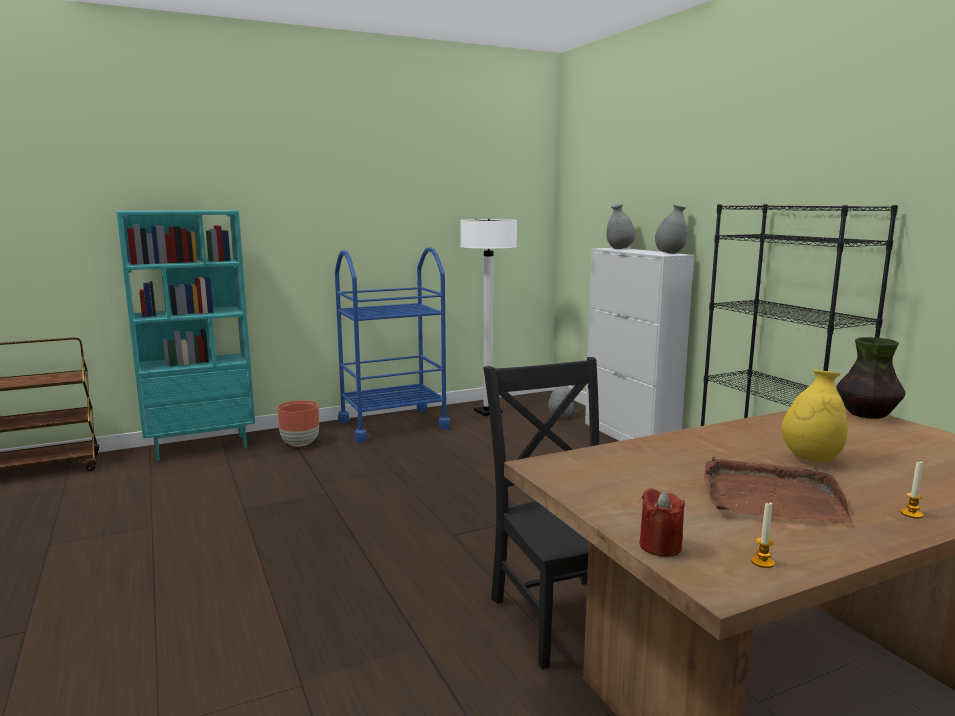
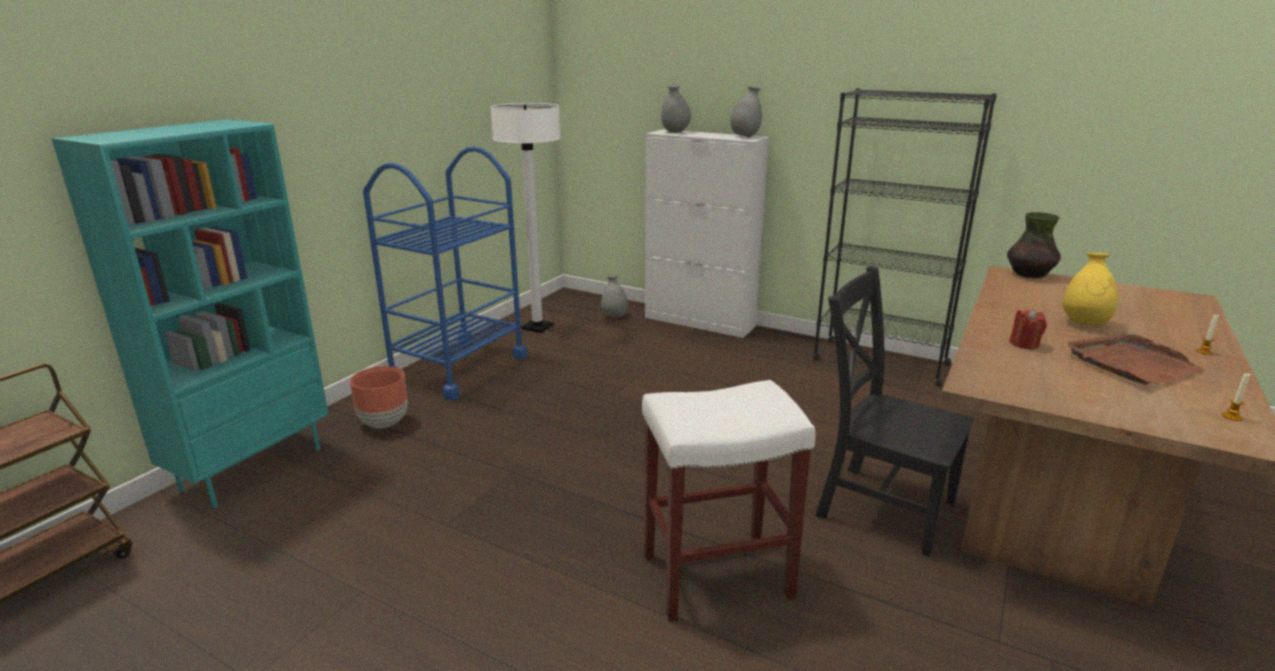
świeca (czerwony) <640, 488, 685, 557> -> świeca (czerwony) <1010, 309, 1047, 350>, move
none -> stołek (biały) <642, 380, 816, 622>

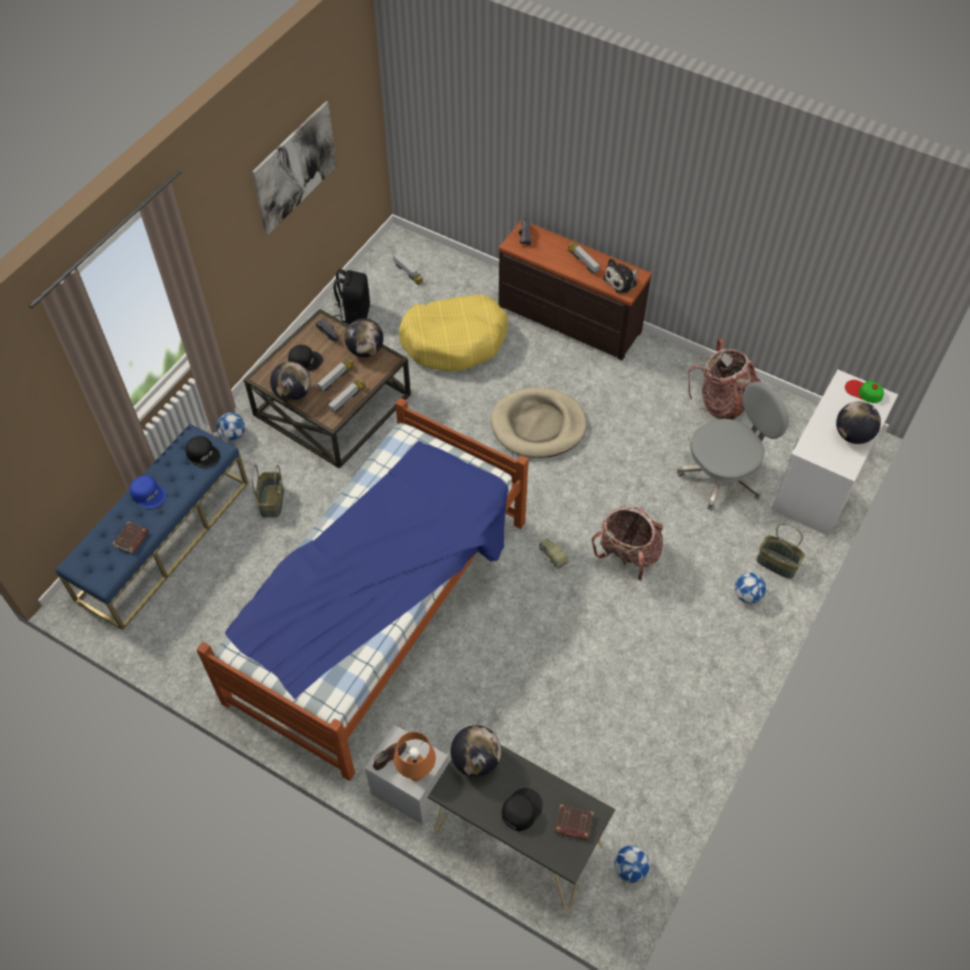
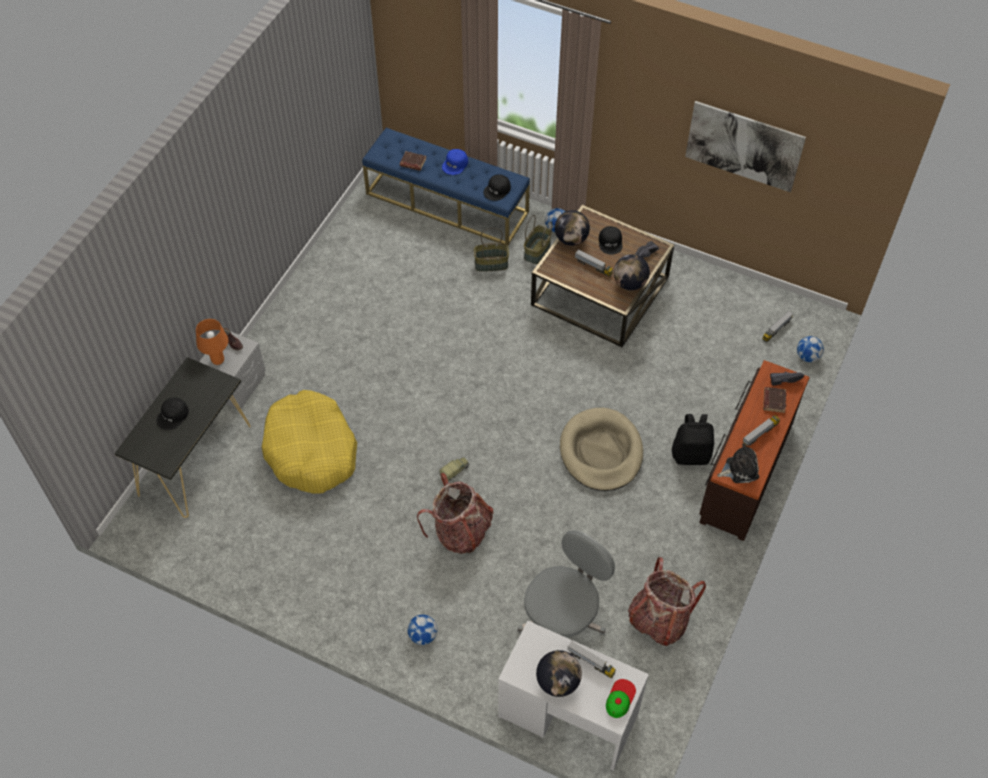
łóżko <196, 398, 529, 781> -> none
ciężarówka zabawkowa <328, 379, 365, 413> -> ciężarówka zabawkowa <567, 641, 616, 678>, move
plecak (czarny) <333, 269, 370, 325> -> plecak (czarny) <672, 414, 714, 465>, move
legowisko (żółty) <399, 294, 508, 372> -> legowisko (żółty) <262, 390, 357, 494>, move
globus <451, 725, 501, 777> -> none
czapka z daszkiem (czarny) <502, 788, 543, 831> -> czapka z daszkiem (czarny) <157, 398, 189, 430>, 90 degrees clockwise
książka (brązowy) <555, 804, 594, 841> -> książka (brązowy) <763, 387, 787, 413>, move
pluszak <603, 258, 638, 294> -> pluszak <717, 443, 759, 483>, 120 degrees clockwise
piłka futbolowa <614, 845, 650, 883> -> piłka futbolowa <797, 336, 824, 362>, move
krzesło biurowe (szary) <677, 382, 789, 511> -> krzesło biurowe (szary) <517, 530, 615, 638>, 105 degrees counterclockwise
koszyk <756, 524, 805, 579> -> koszyk <524, 215, 552, 264>, move

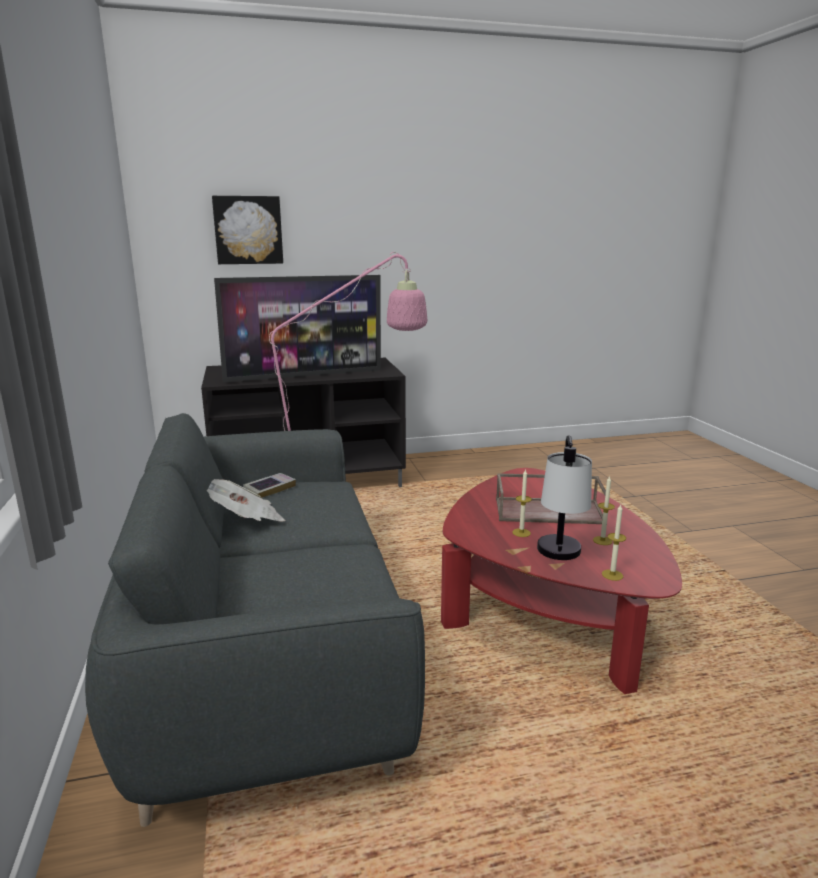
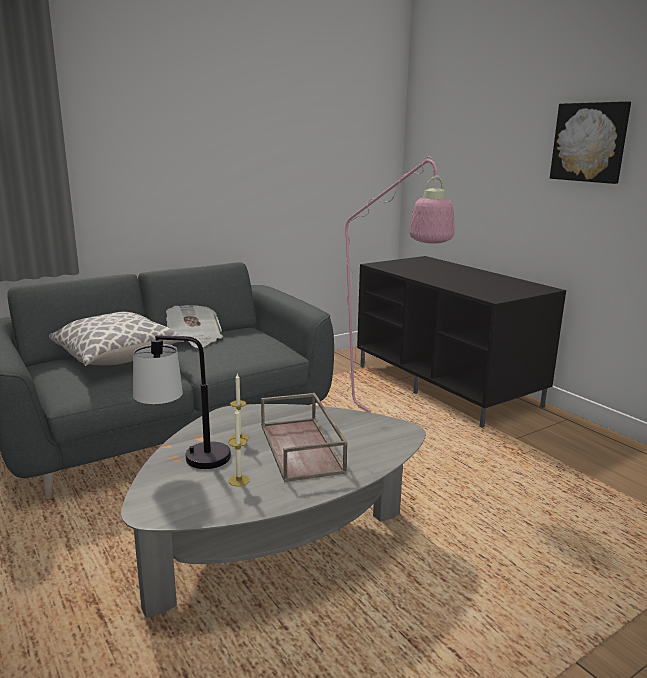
obraz <212, 196, 283, 264> -> obraz <550, 101, 631, 184>, move
telewizor <214, 275, 381, 382> -> none
książka <243, 473, 296, 498> -> none
ława (czerwony) <441, 468, 682, 694> -> ława (szary) <121, 404, 426, 618>
świeca <602, 504, 626, 581> -> none
none -> poduszka <49, 312, 184, 366>

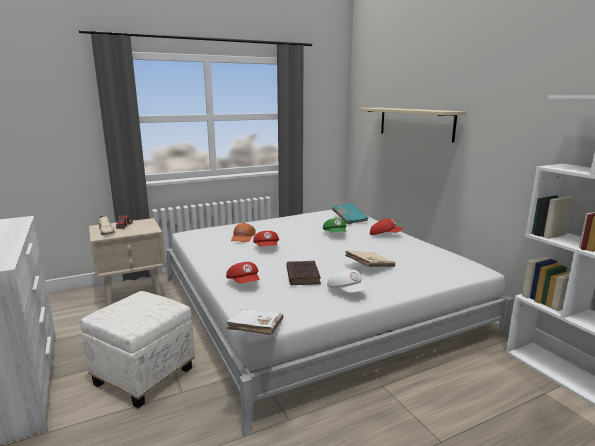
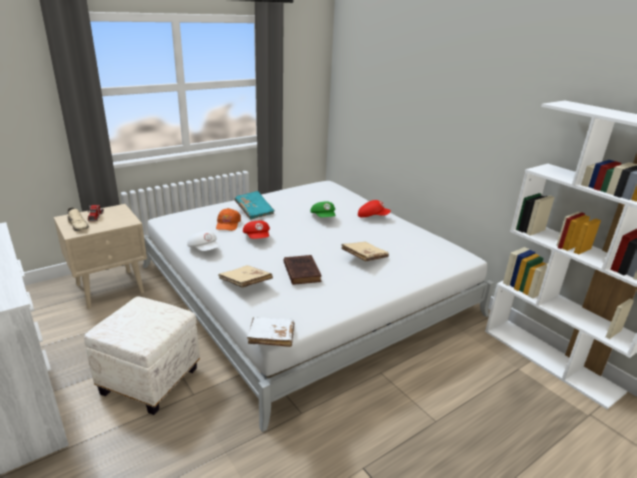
czapka z daszkiem (czerwony) <226, 262, 259, 283> -> książka (beżowy) <218, 265, 273, 288>
czapka z daszkiem (biały) <327, 269, 367, 293> -> czapka z daszkiem (biały) <187, 231, 219, 251>, move
książka (turkusowy) <332, 203, 369, 224> -> książka (turkusowy) <235, 191, 275, 220>, move
półka (beżowy) <358, 108, 467, 143> -> none

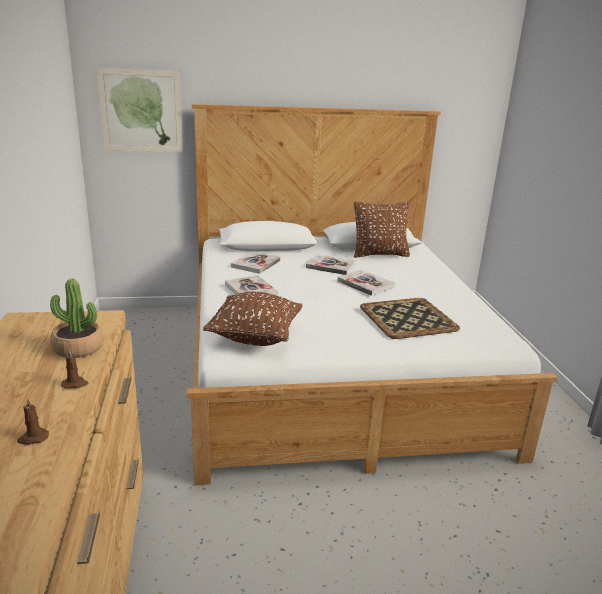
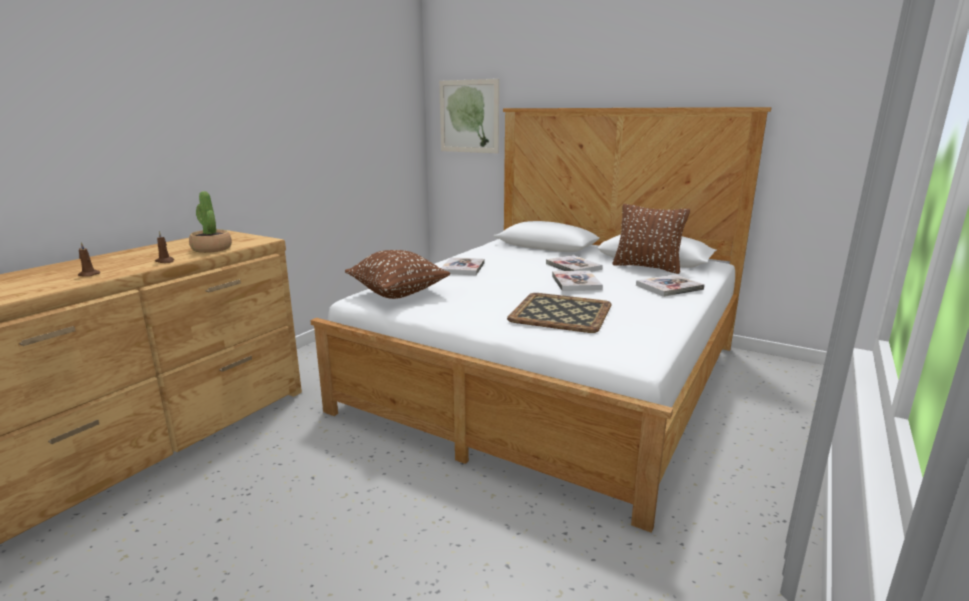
książka <231, 251, 280, 274> -> książka <636, 274, 705, 297>, move

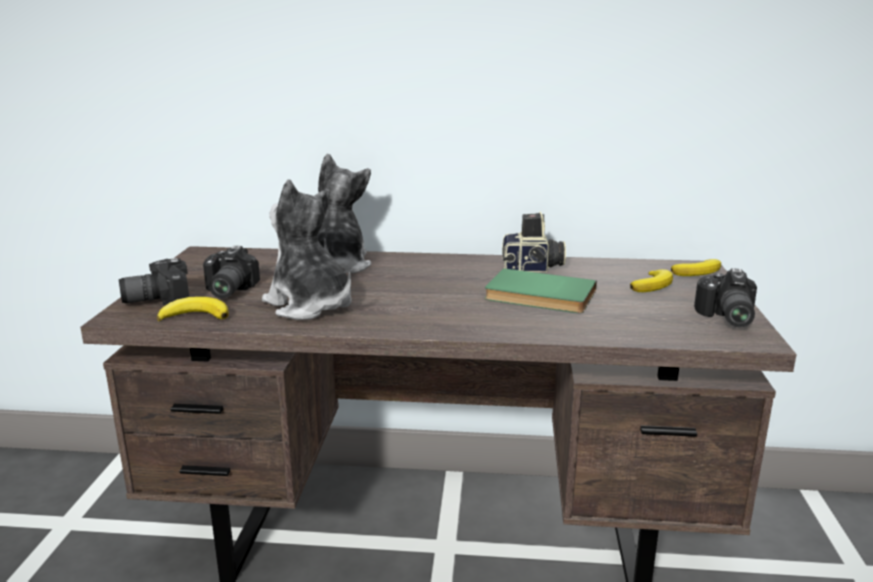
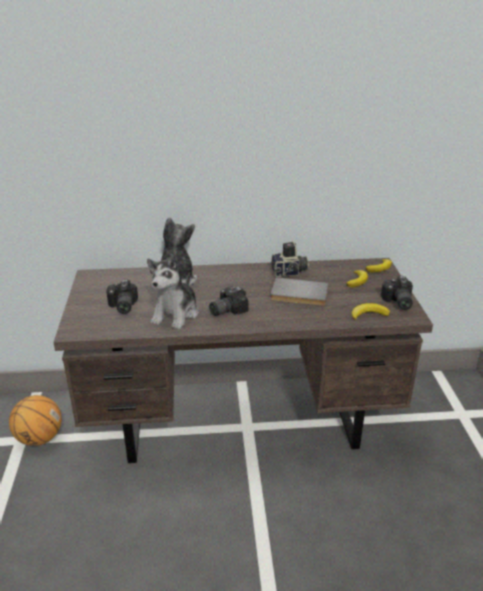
aparat fotograficzny <119, 258, 189, 305> -> aparat fotograficzny <209, 286, 249, 316>, move
banan <157, 297, 229, 321> -> banan <352, 303, 390, 320>, move
pluszak <262, 179, 352, 320> -> pluszak <147, 254, 199, 329>, 105 degrees counterclockwise
książka (zielony) <485, 268, 597, 313> -> książka (szary) <270, 277, 329, 306>
none -> piłka do koszykówki <9, 395, 62, 446>

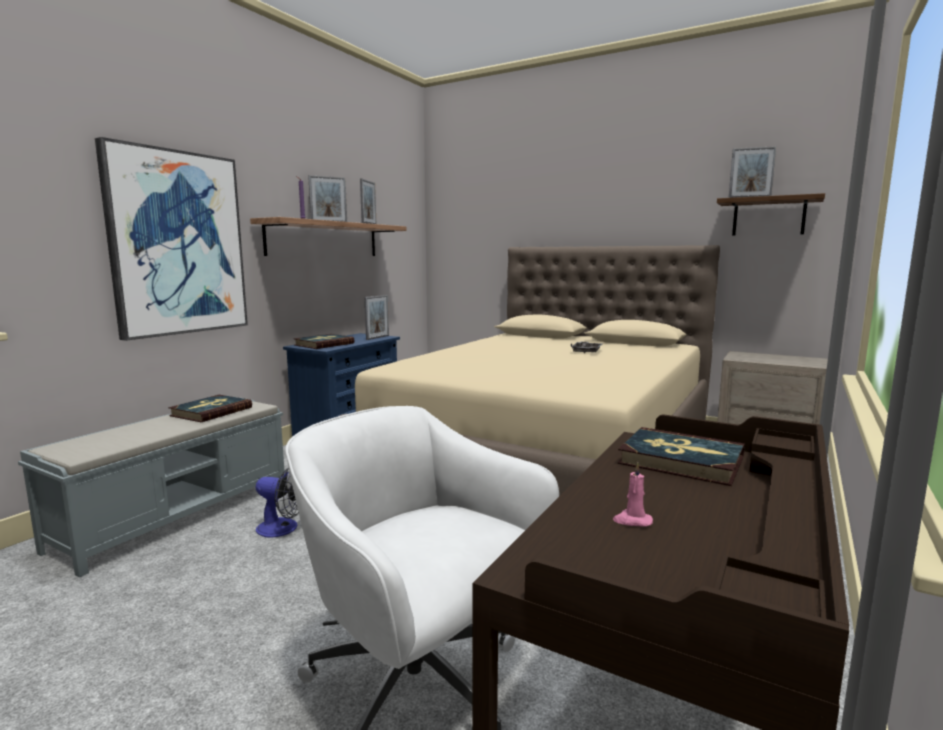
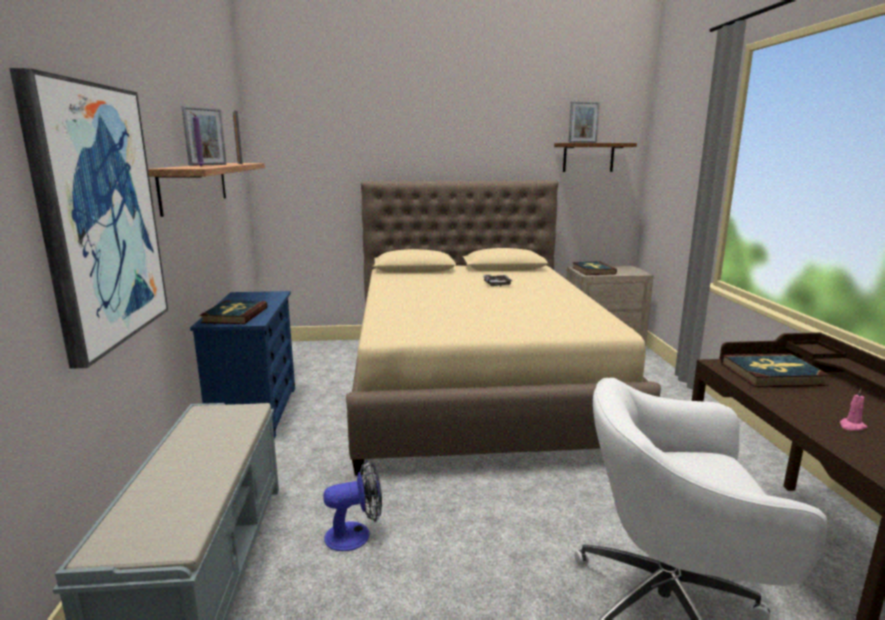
książka <168, 395, 252, 422> -> książka <572, 261, 617, 275>, move
ramka na zdjęcie <365, 295, 389, 340> -> none

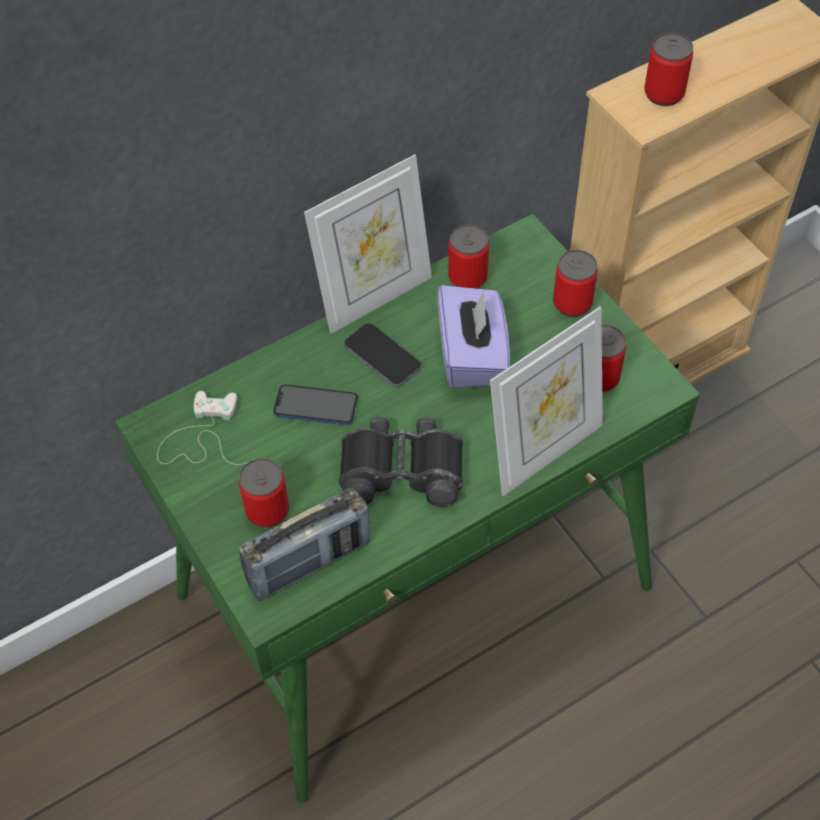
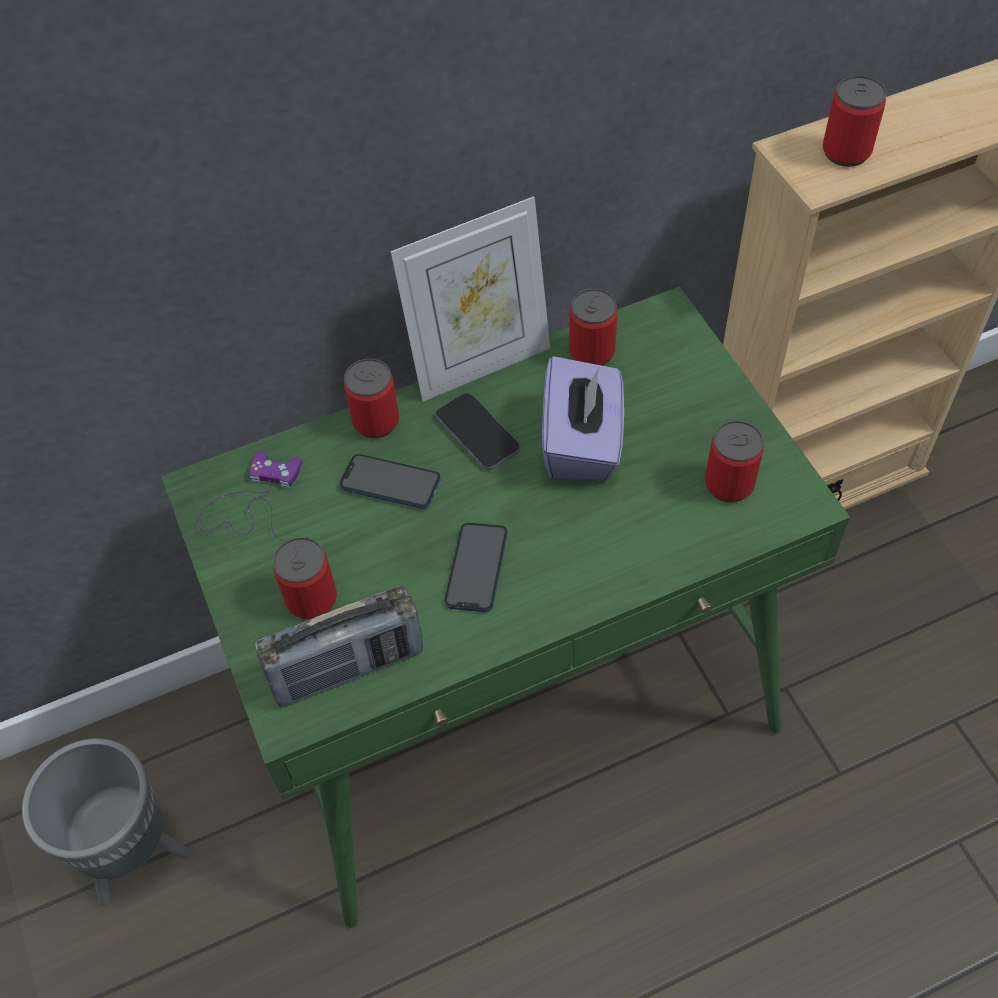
pad do gier (biały) <157, 391, 254, 465> -> pad do gier (fioletowy) <198, 451, 308, 542>
lornetka (czarny) <338, 417, 463, 507> -> telefon <444, 522, 508, 612>
ramka na zdjęcie <490, 307, 603, 496> -> none
puszka <553, 250, 598, 317> -> puszka <344, 359, 399, 438>, move
none -> donica (szary) <22, 738, 191, 907>

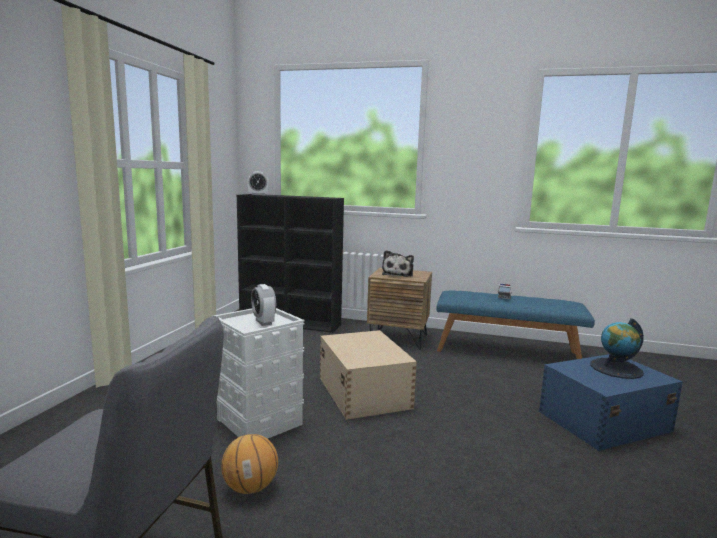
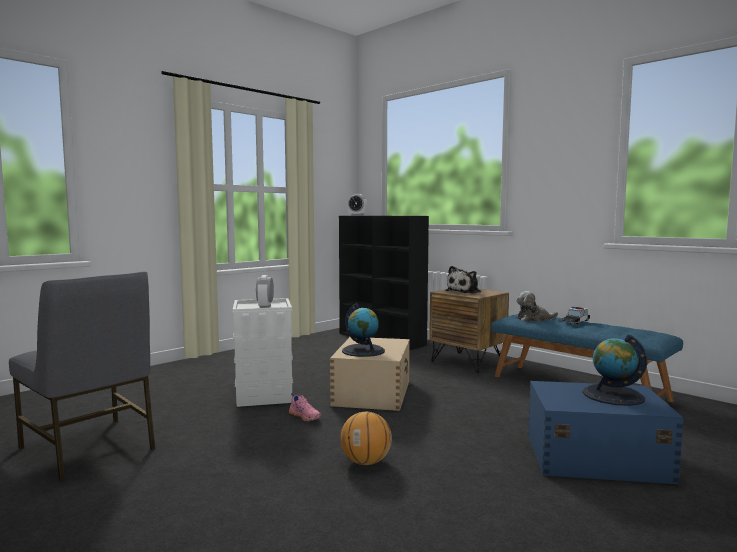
piłka do koszykówki <221, 434, 278, 494> -> piłka do koszykówki <340, 412, 392, 465>, move
none -> but (różowy) <289, 393, 321, 422>
none -> globus <342, 303, 385, 357>
none -> pluszak <516, 291, 558, 322>

